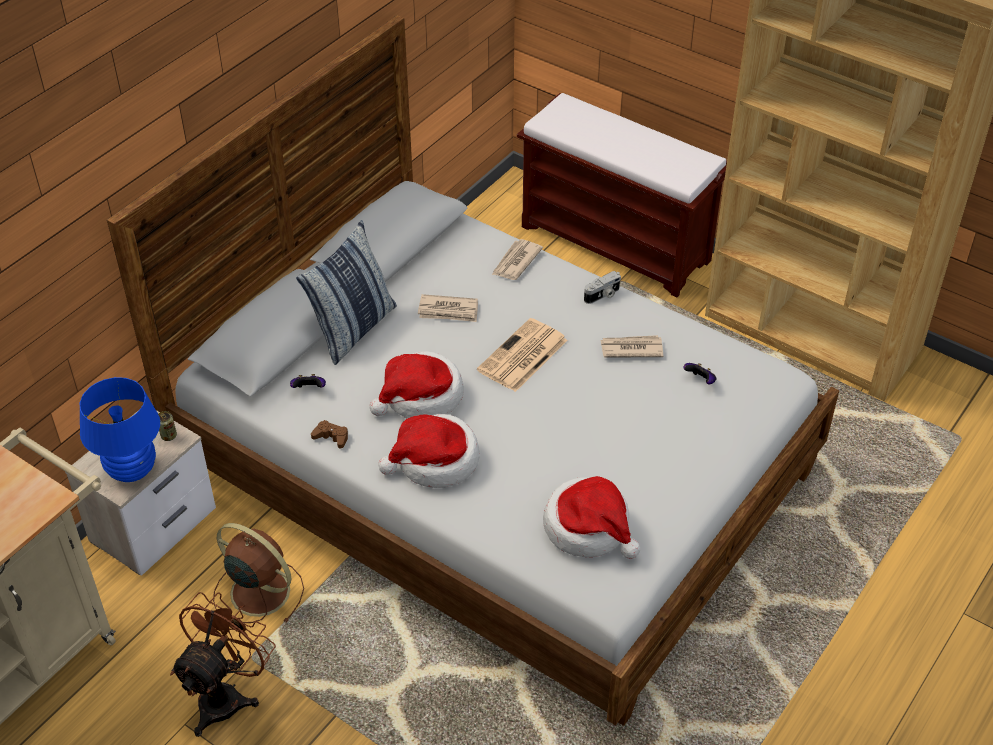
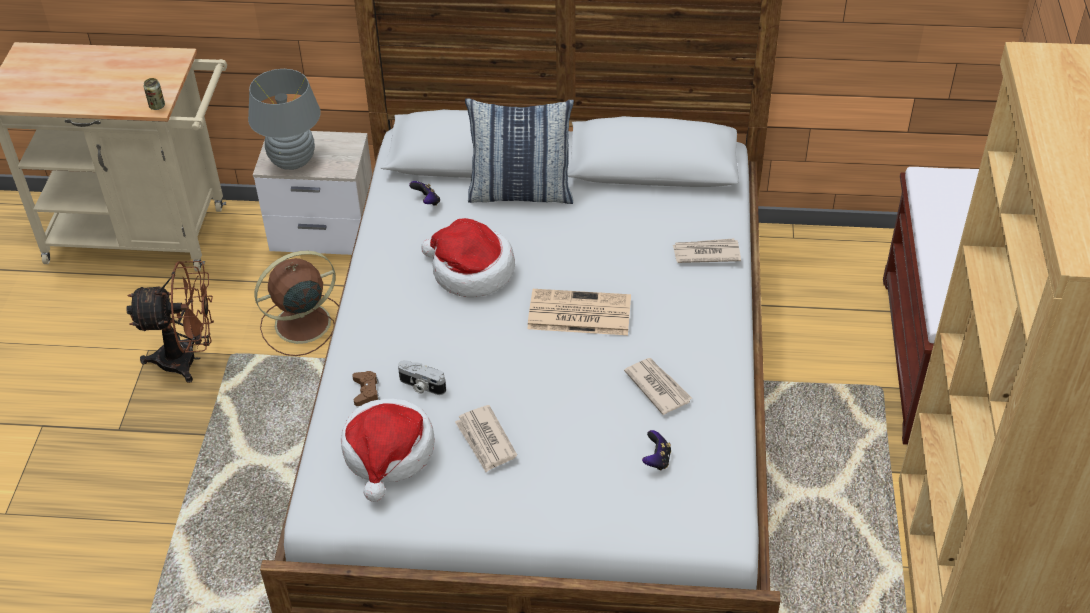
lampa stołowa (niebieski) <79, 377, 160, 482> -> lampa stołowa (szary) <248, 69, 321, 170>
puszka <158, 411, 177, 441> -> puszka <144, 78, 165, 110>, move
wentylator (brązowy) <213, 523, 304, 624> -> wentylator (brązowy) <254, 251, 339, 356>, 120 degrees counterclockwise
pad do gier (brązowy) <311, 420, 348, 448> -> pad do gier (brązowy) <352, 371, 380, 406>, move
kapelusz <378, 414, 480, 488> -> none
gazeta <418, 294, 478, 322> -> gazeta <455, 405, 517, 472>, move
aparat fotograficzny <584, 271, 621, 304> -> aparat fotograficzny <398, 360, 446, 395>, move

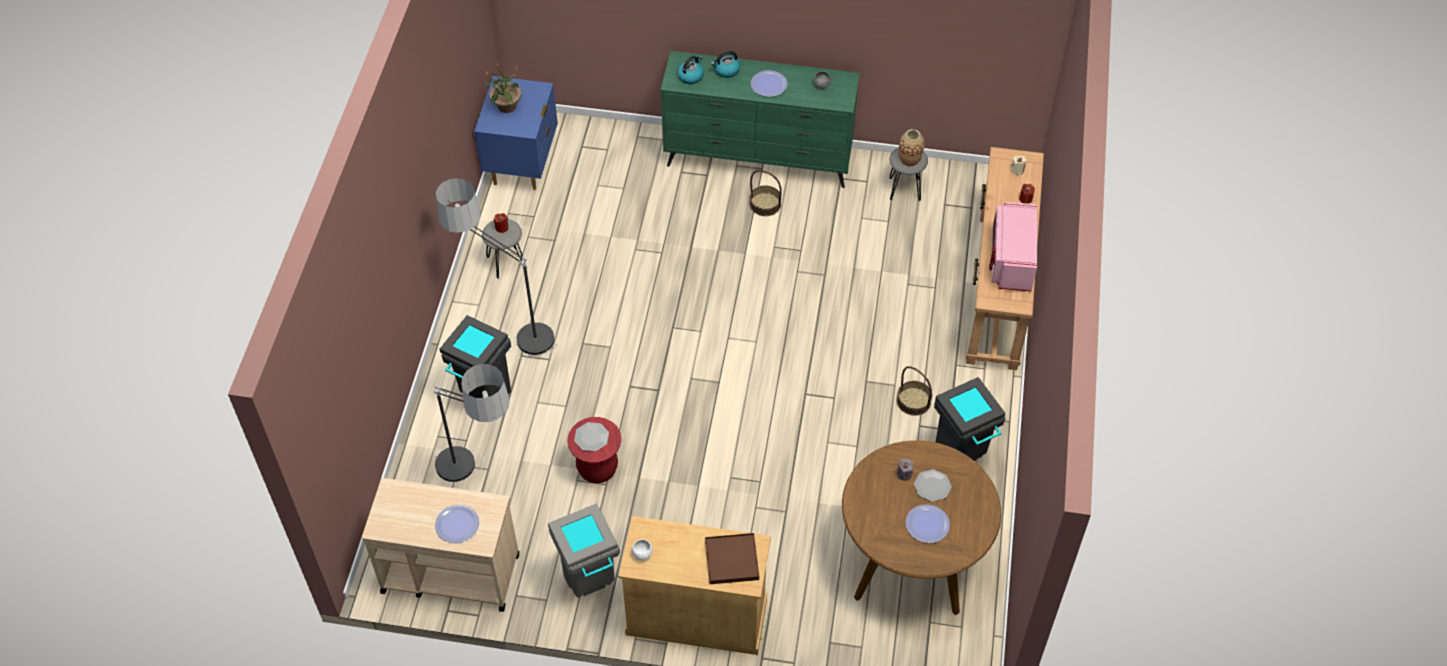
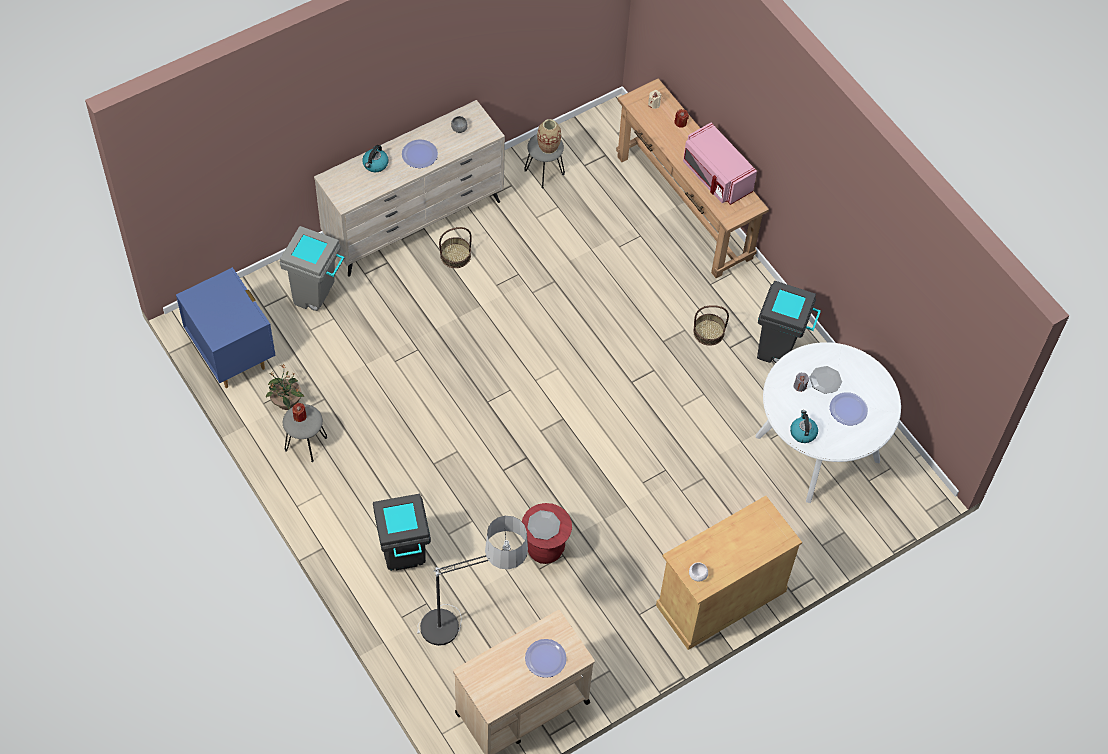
lampa stojąca <436, 178, 557, 358> -> none
roślina doniczkowa <484, 63, 521, 113> -> roślina doniczkowa <266, 364, 304, 410>, move
kosz na śmieci (szary) <548, 504, 620, 598> -> kosz na śmieci (szary) <280, 226, 345, 311>, move
komoda (zielony) <661, 51, 860, 188> -> komoda (beżowy) <314, 100, 505, 276>
czajnik <677, 56, 704, 84> -> czajnik <790, 410, 818, 443>, move
taca (brązowy) <705, 533, 759, 584> -> none
stół jadalny (brązowy) <842, 440, 1001, 615> -> stół jadalny (biały) <756, 342, 901, 503>

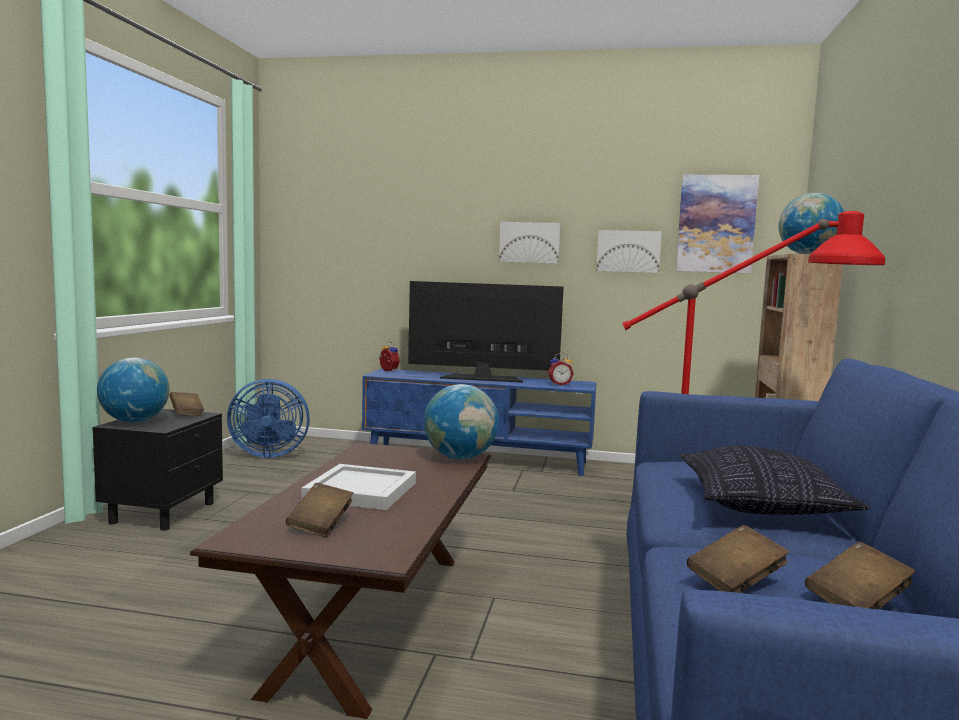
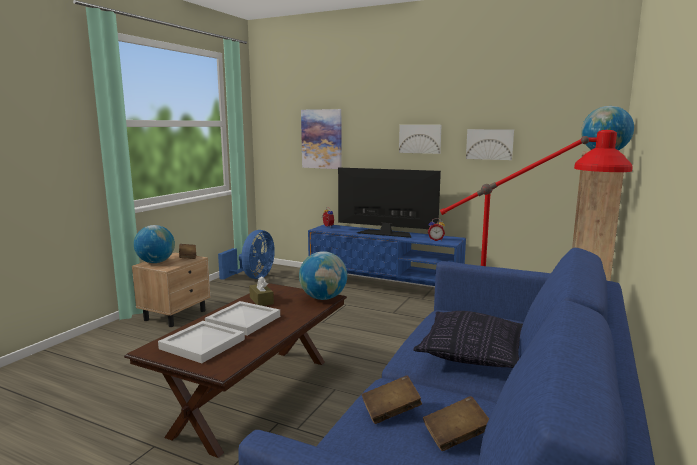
szafka nocna (czarny) <92, 409, 223, 531> -> szafka nocna (beżowy) <132, 253, 211, 327>
wentylator (niebieski) <227, 379, 310, 458> -> wentylator (niebieski) <218, 230, 275, 280>, 75 degrees counterclockwise
książka (brązowy) <286, 483, 354, 537> -> taca (biały) <158, 321, 245, 363>
obraz <676, 175, 759, 273> -> obraz <301, 109, 342, 169>, move
none -> pudełko chusteczek (brązowy) <249, 277, 274, 306>

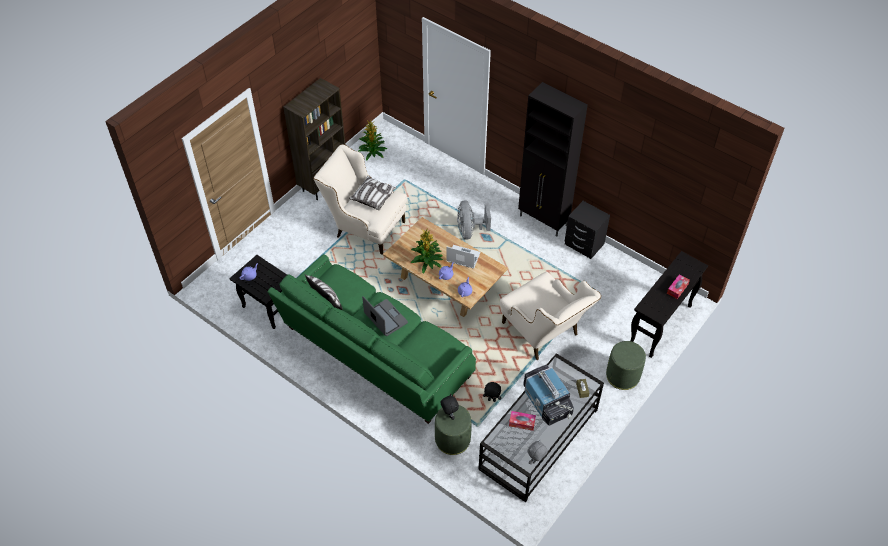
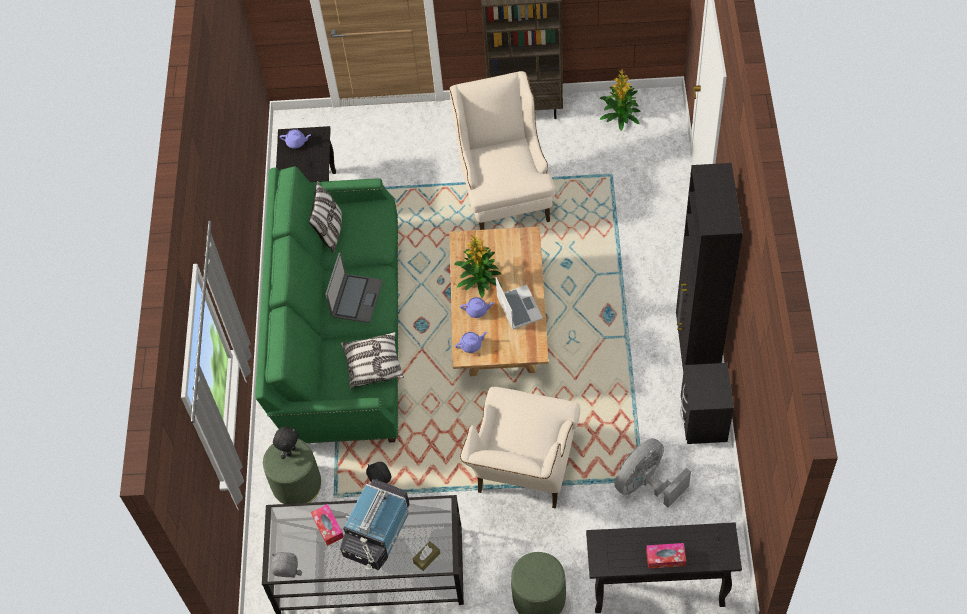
poduszka <349, 176, 397, 210> -> poduszka <341, 332, 404, 389>, move
wentylator (szary) <457, 200, 491, 240> -> wentylator (szary) <614, 438, 691, 508>, move

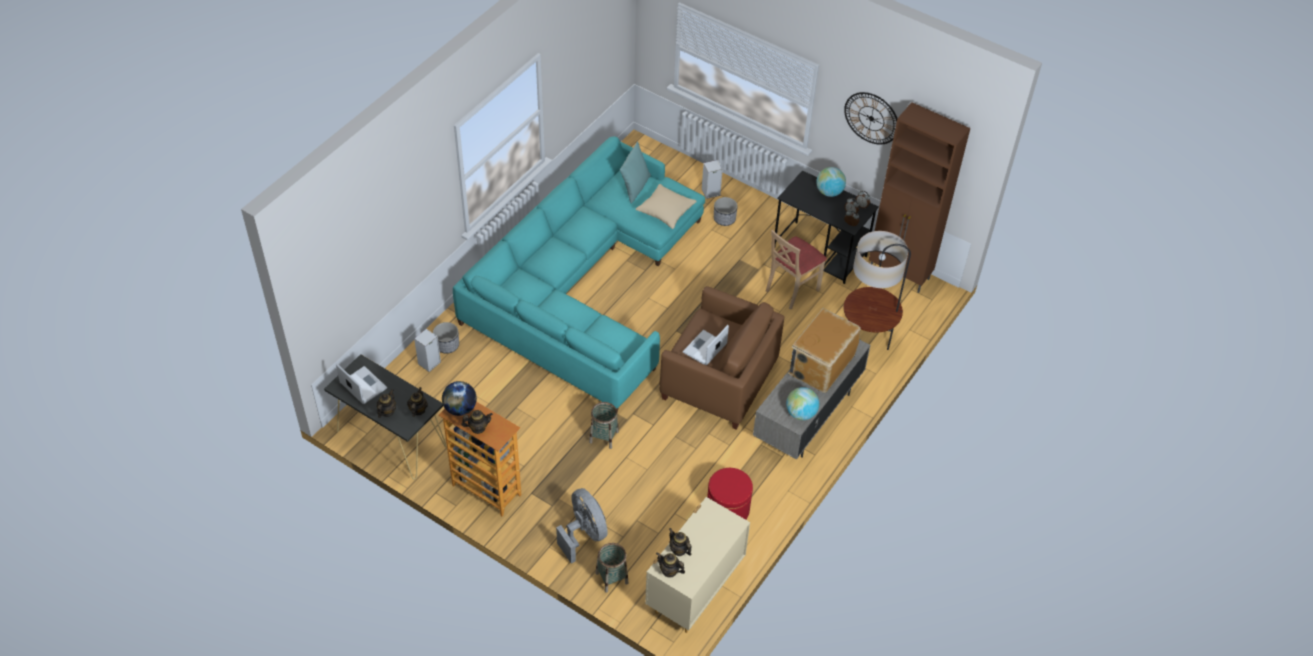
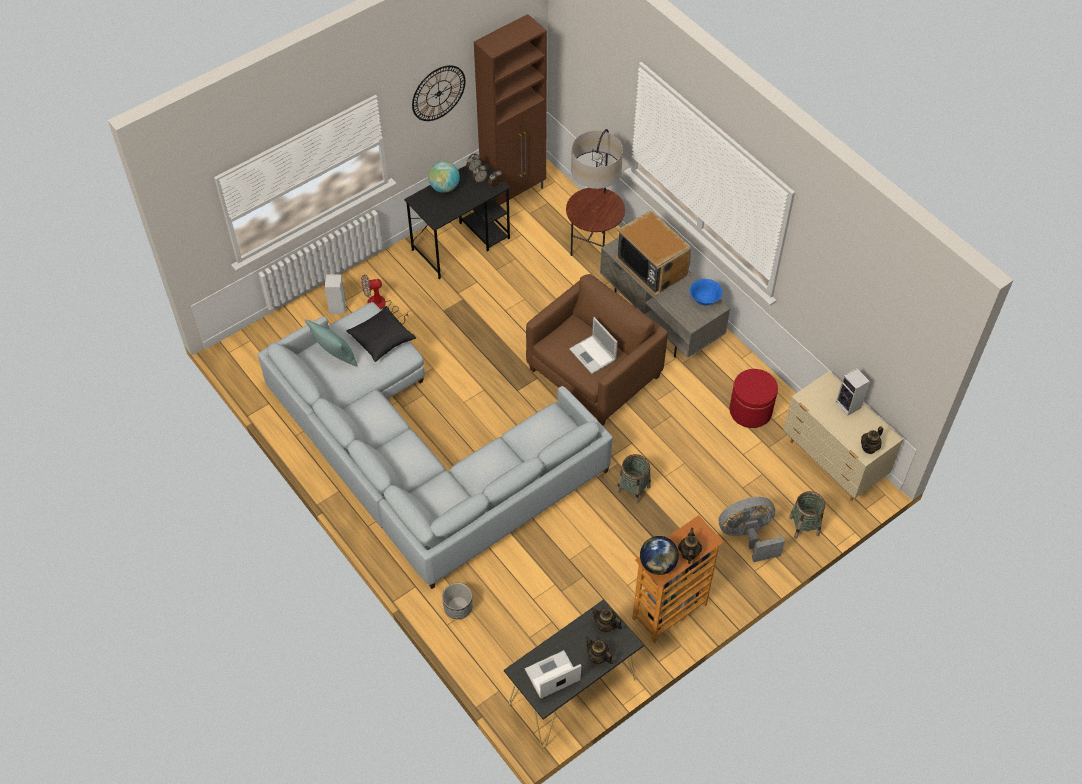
głośnik <414, 329, 441, 372> -> głośnik <836, 368, 870, 416>, move
kanapa (turkusowy) <453, 137, 705, 412> -> kanapa (szary) <258, 302, 613, 589>
poduszka (beżowy) <635, 184, 697, 229> -> poduszka (czarny) <346, 306, 416, 362>
imbryk <669, 528, 692, 556> -> none
donica <714, 197, 738, 226> -> wentylator <361, 274, 408, 324>
krzesło (beżowy) <766, 230, 827, 310> -> none
globus <786, 387, 819, 420> -> miska (niebieski) <690, 279, 722, 305>

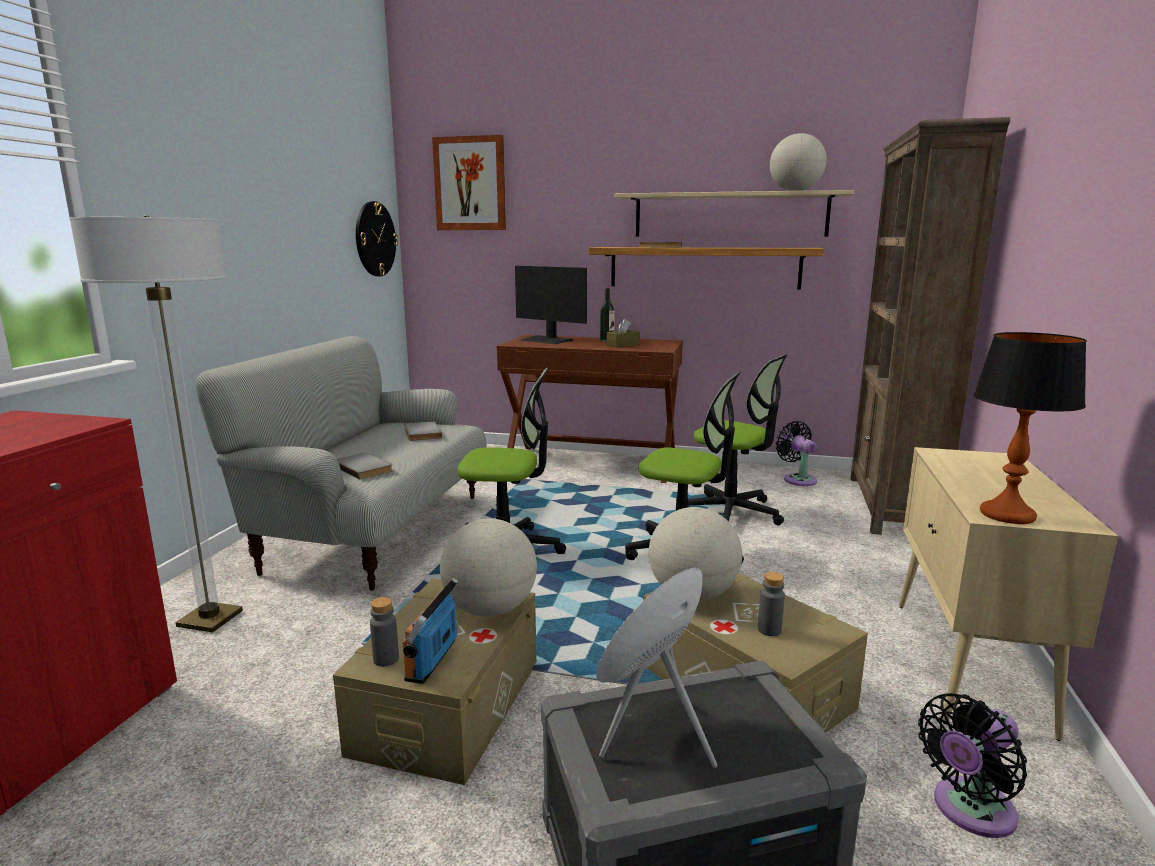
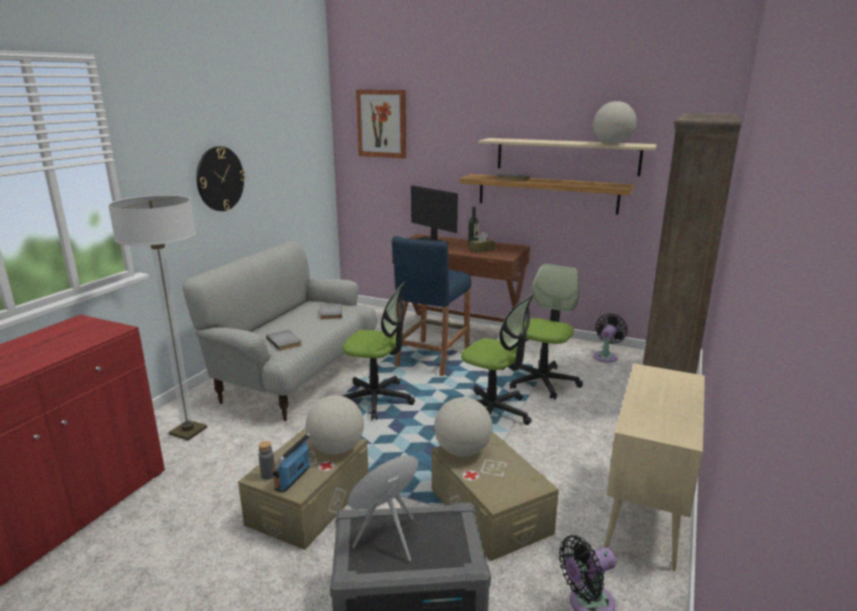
zegar ścienny <356, 201, 398, 276> -> zegar ścienny <196, 146, 245, 211>, move
krzesło biurowe <688, 355, 787, 525> -> krzesło biurowe <510, 264, 583, 399>, 105 degrees counterclockwise
butelka (szary) <758, 572, 785, 636> -> none
wentylator (czarny) <776, 421, 817, 486> -> wentylator (czarny) <594, 313, 628, 363>, 45 degrees clockwise
lampa stołowa <974, 332, 1087, 524> -> none
none -> stołek (niebieski) <392, 236, 471, 376>

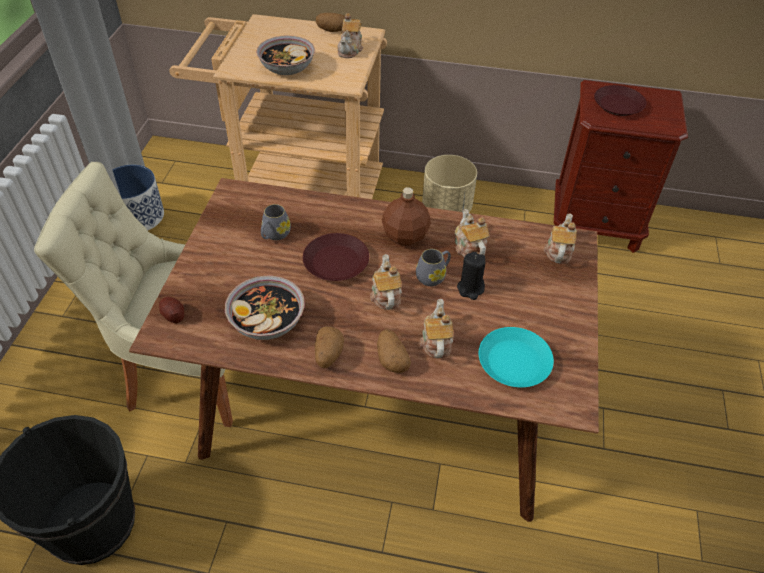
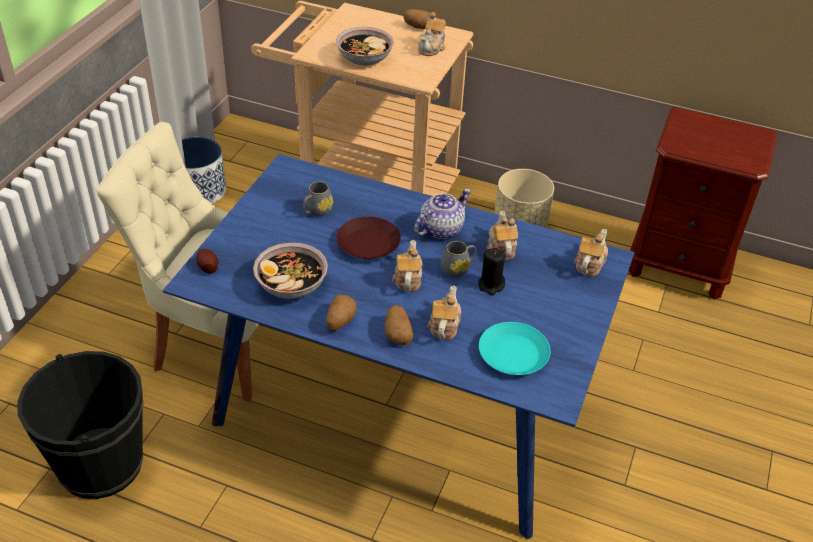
stół jadalny (brązowy) <129, 178, 599, 522> -> stół jadalny (niebieski) <163, 154, 635, 539>
butelka (brązowy) <382, 187, 431, 245> -> imbryk <414, 189, 471, 239>
talerz (brązowy) <594, 85, 646, 116> -> none

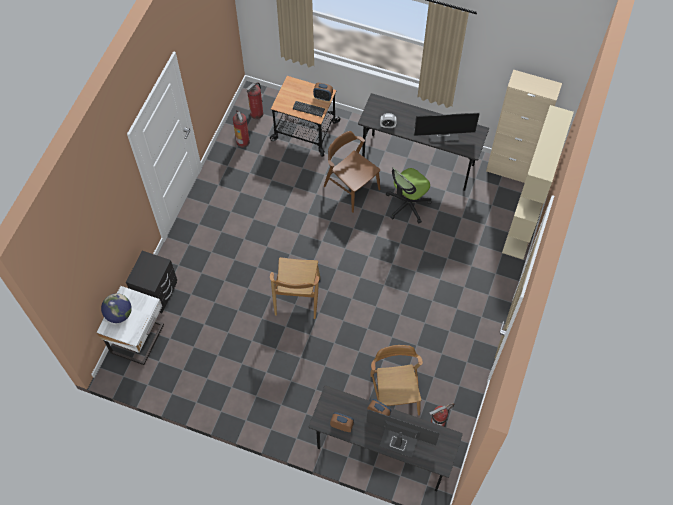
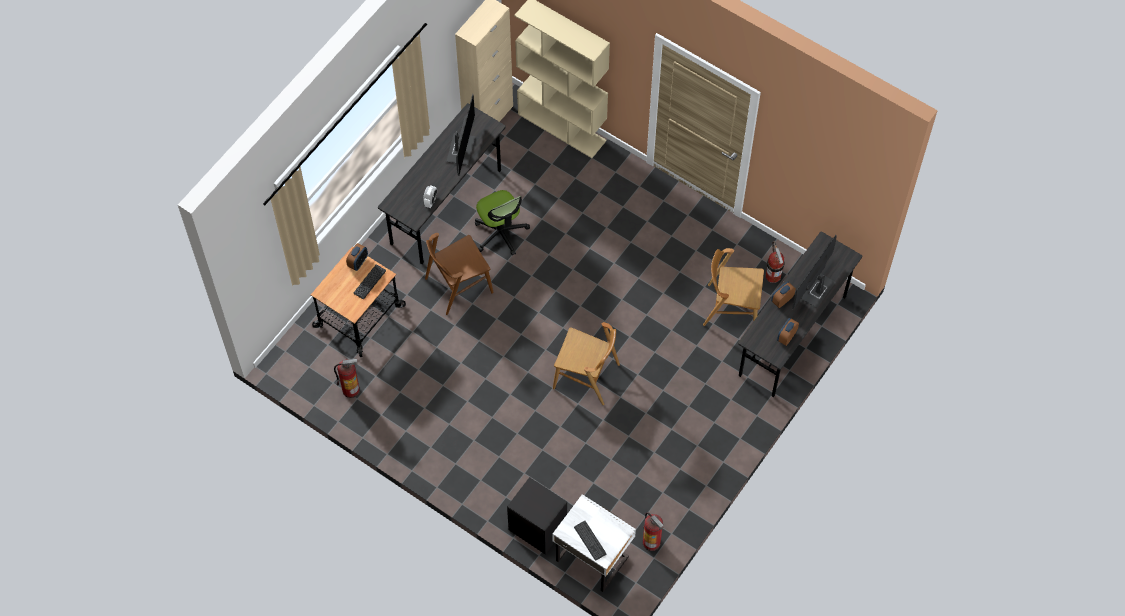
globus <101, 294, 132, 323> -> klawiatura <574, 521, 607, 561>
gaśnica <246, 83, 263, 119> -> gaśnica <642, 512, 664, 551>, move

